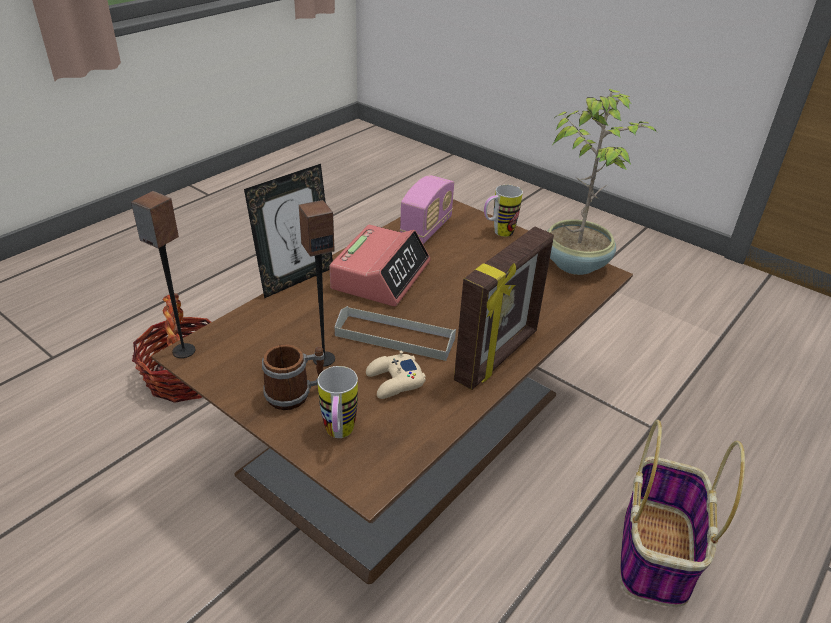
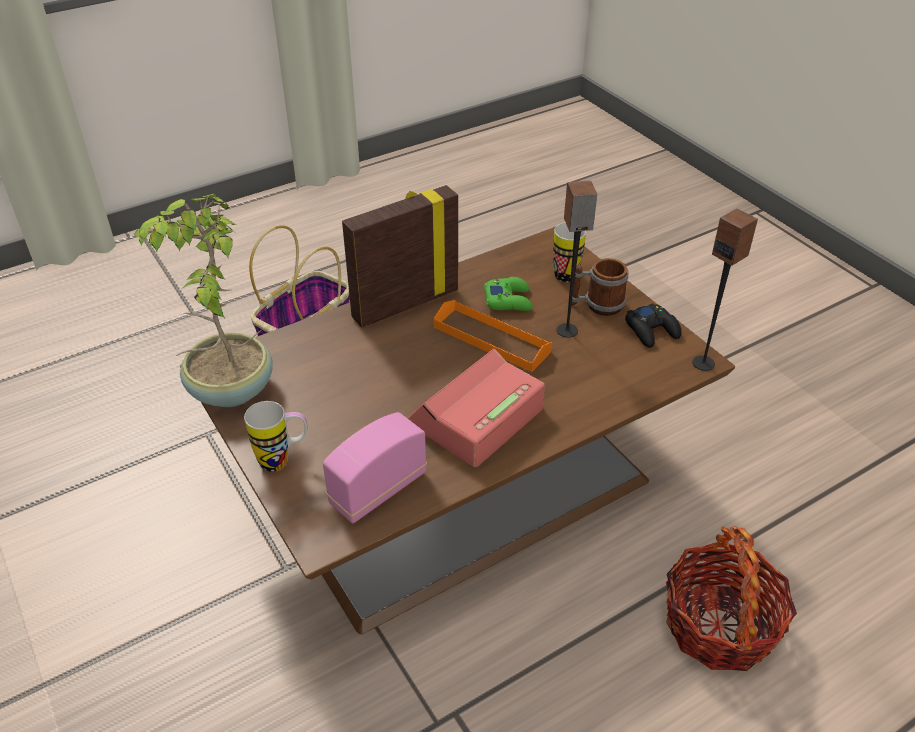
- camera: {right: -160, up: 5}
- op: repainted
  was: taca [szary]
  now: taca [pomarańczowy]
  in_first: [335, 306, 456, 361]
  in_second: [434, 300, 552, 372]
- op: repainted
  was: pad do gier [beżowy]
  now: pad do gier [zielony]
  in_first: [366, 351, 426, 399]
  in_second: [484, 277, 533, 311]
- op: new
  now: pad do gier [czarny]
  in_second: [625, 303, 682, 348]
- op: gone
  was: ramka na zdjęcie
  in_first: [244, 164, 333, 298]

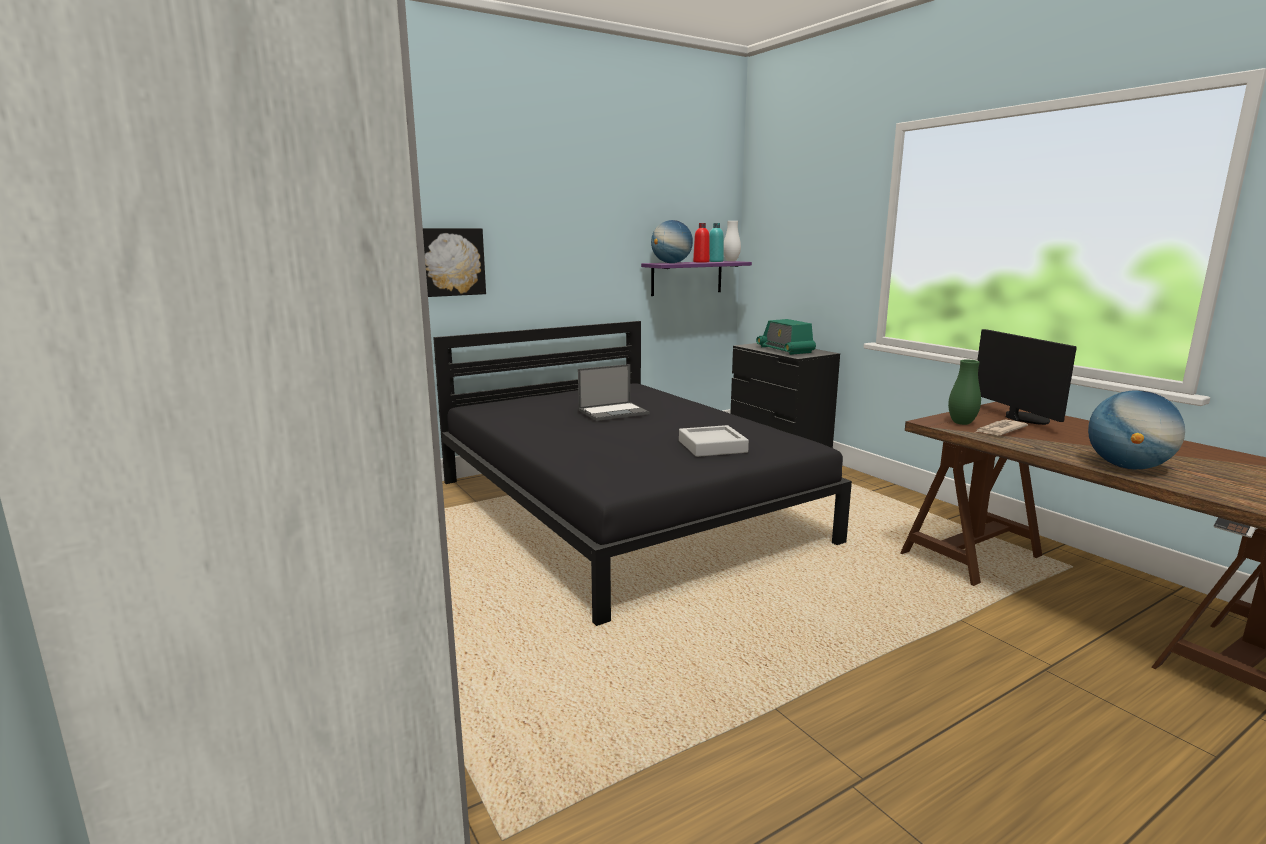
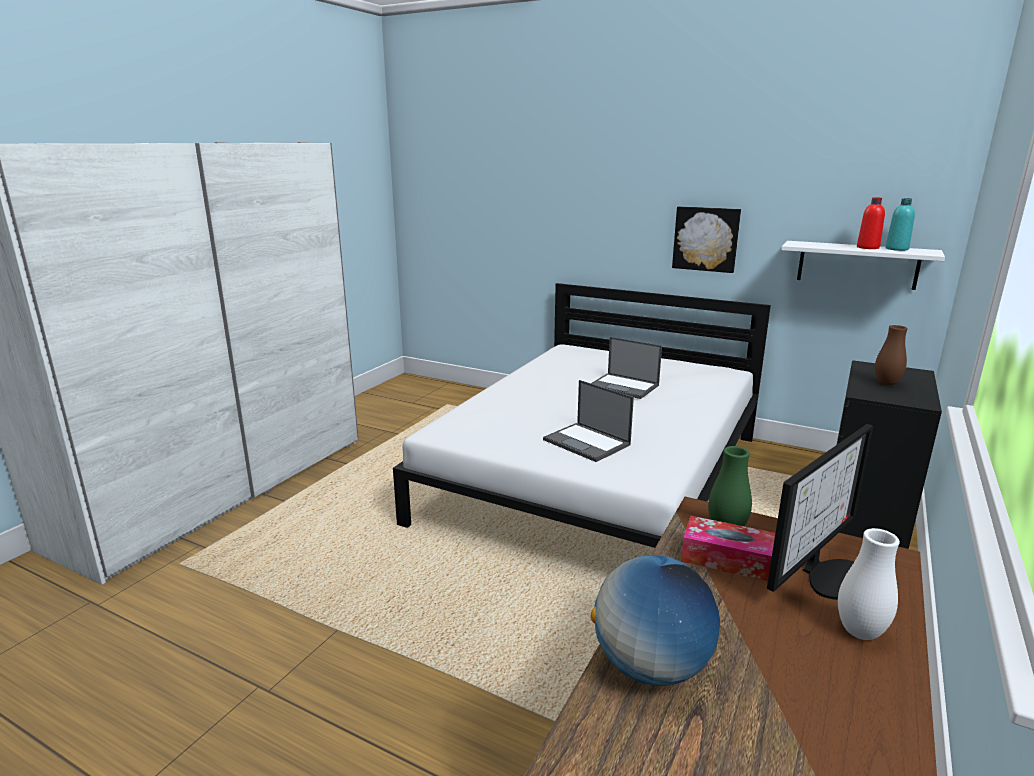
- camera: {right: 60, up: 5}
- op: repainted
  was: łóżko [czarny]
  now: łóżko [biały]
  in_first: [433, 321, 852, 626]
  in_second: [393, 283, 771, 548]
- op: swapped
  was: taca [szary]
  now: laptop
  in_first: [679, 425, 749, 457]
  in_second: [543, 380, 634, 462]
- op: shifted
  was: obraz
  in_first: [423, 228, 486, 297]
  in_second: [672, 206, 741, 273]
- op: swapped
  was: gazeta
  now: pudełko chusteczek
  in_first: [976, 420, 1028, 435]
  in_second: [681, 516, 775, 581]
- op: repainted
  was: półka [fioletowy]
  now: półka [biały]
  in_first: [641, 261, 752, 296]
  in_second: [781, 241, 945, 290]
- op: shifted
  was: wazon [biały]
  in_first: [724, 221, 741, 261]
  in_second: [838, 528, 900, 640]
- op: swapped
  was: radio
  now: wazon [brązowy]
  in_first: [756, 319, 816, 355]
  in_second: [875, 325, 908, 385]
- op: gone
  was: globus
  in_first: [651, 220, 693, 263]

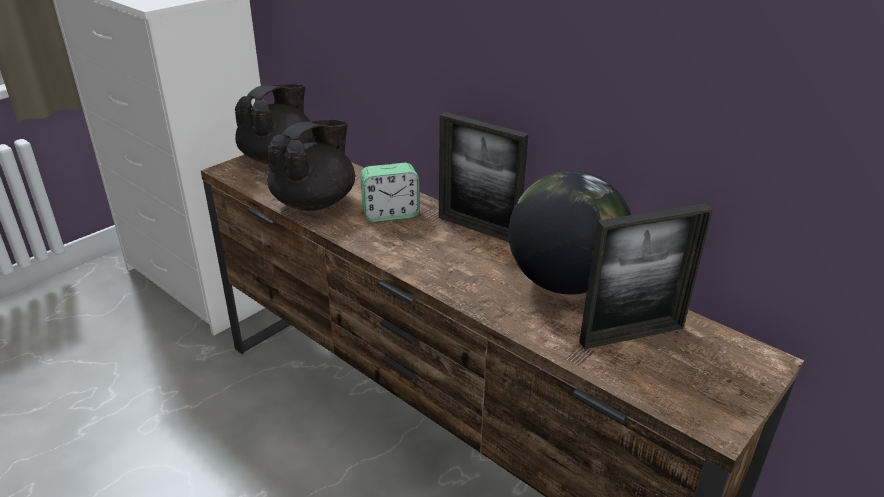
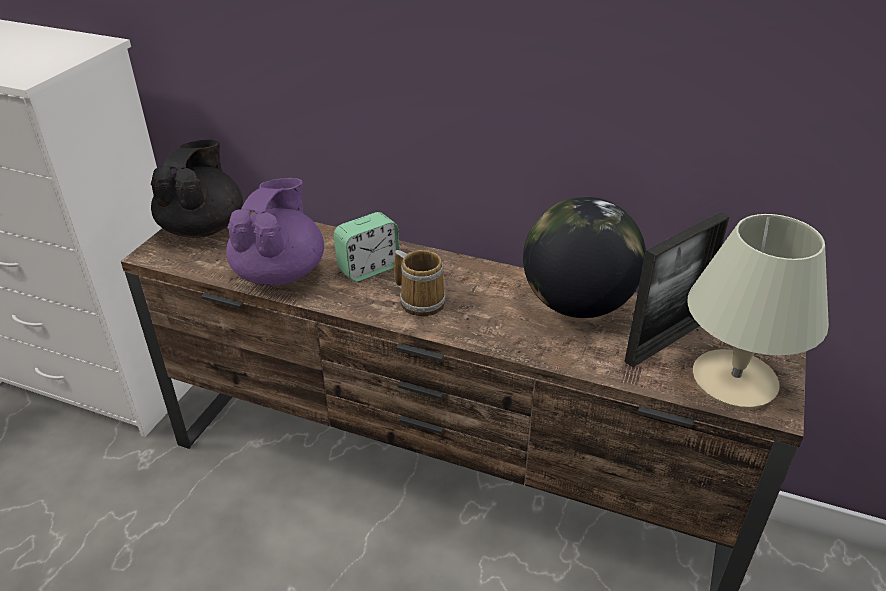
- camera: {right: -20, up: 5}
- op: repainted
  was: imbryk [czarny]
  now: imbryk [fioletowy]
  in_first: [267, 120, 355, 211]
  in_second: [226, 178, 324, 286]
- op: new
  now: kubek
  in_second: [394, 250, 446, 316]
- op: new
  now: lampa stołowa [beżowy]
  in_second: [687, 214, 829, 409]
- op: gone
  was: ramka na zdjęcie
  in_first: [439, 112, 529, 242]

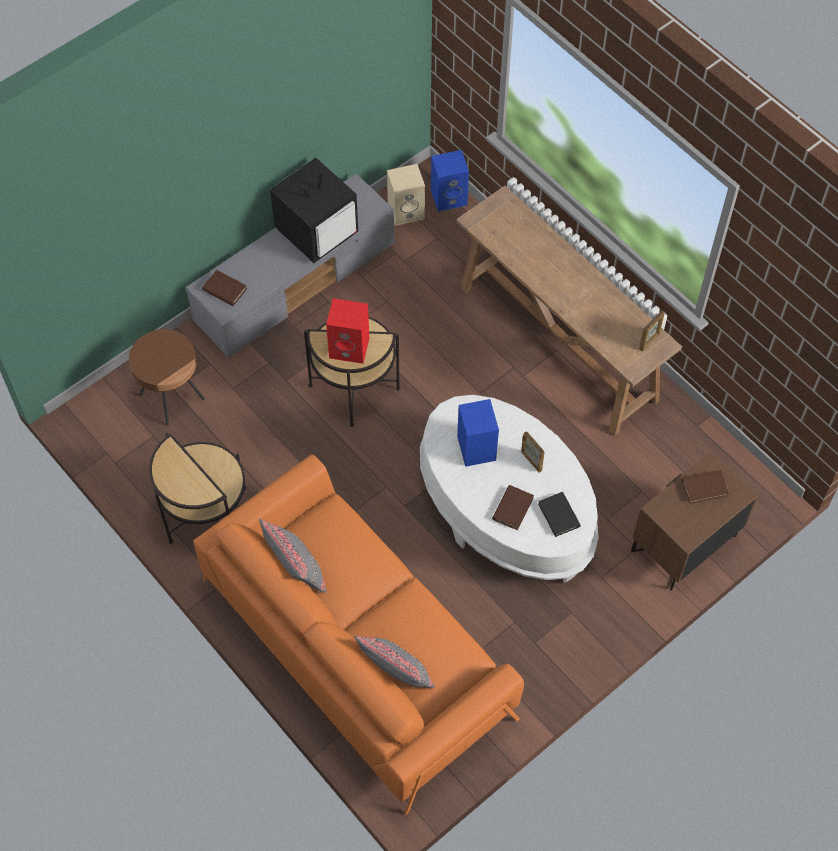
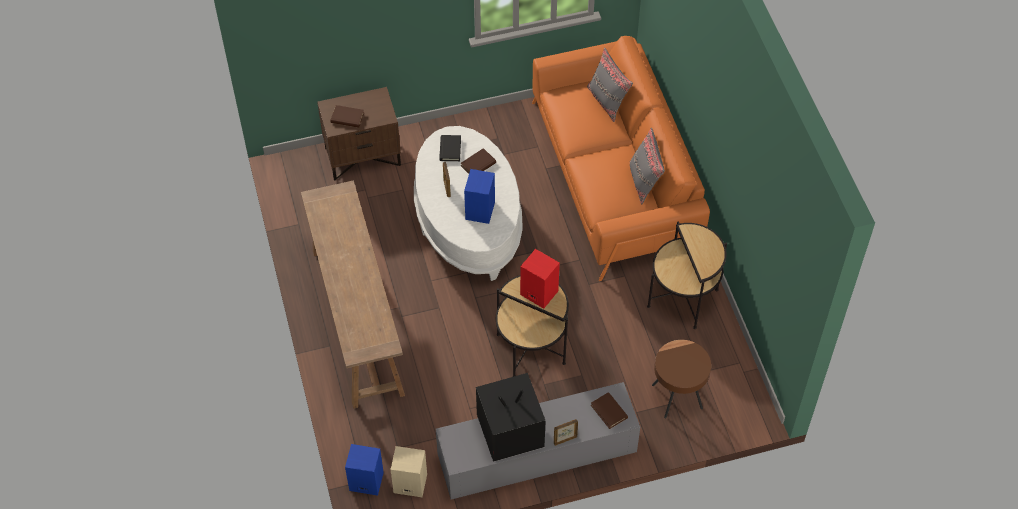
- camera: {right: -155, up: -5}
- op: shifted
  was: ramka na zdjęcie
  in_first: [639, 310, 665, 351]
  in_second: [554, 419, 578, 446]

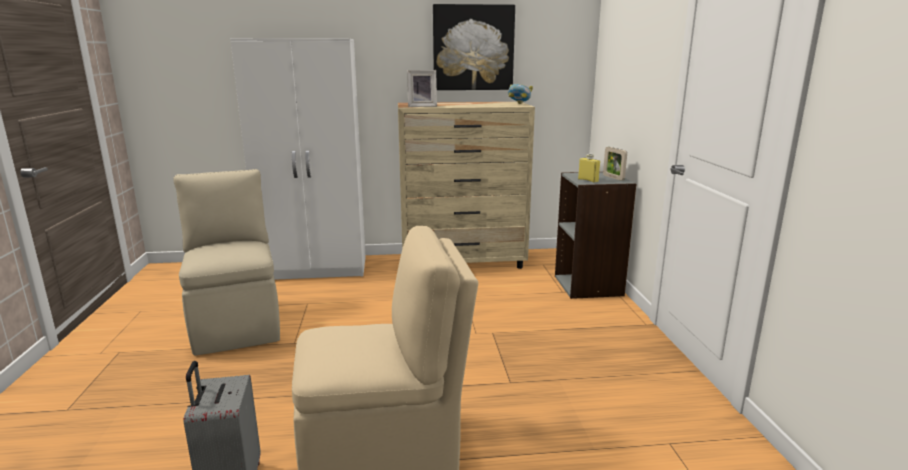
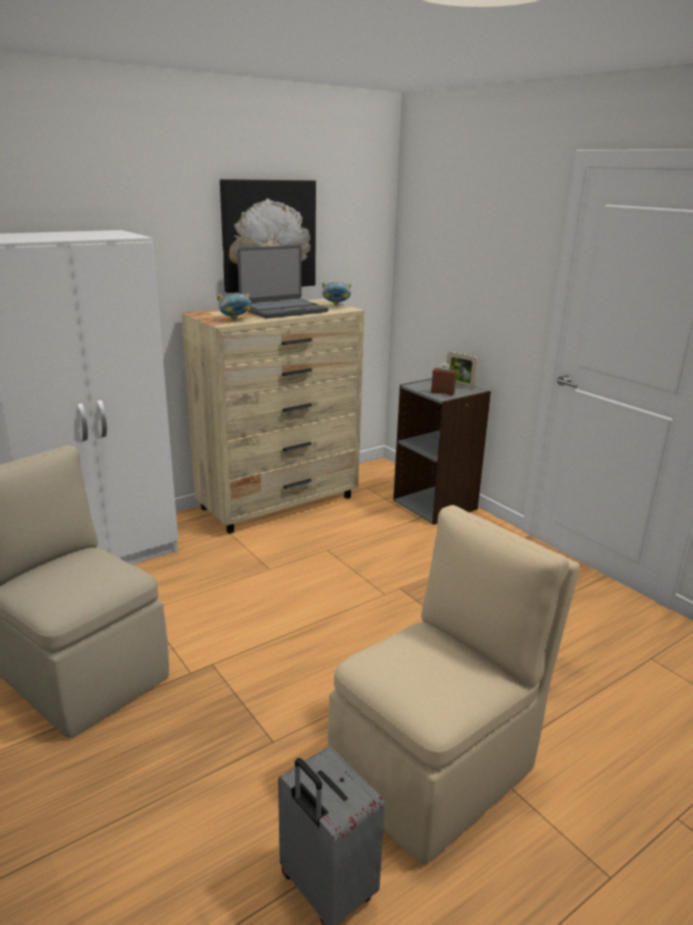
- camera: {right: -30, up: 5}
- op: swapped
  was: ramka na zdjęcie
  now: miska
  in_first: [407, 70, 437, 107]
  in_second: [217, 293, 251, 320]
- op: new
  now: laptop
  in_second: [237, 245, 329, 318]
- op: repainted
  was: butelka [żółty]
  now: butelka [brązowy]
  in_first: [578, 153, 600, 183]
  in_second: [431, 363, 456, 396]

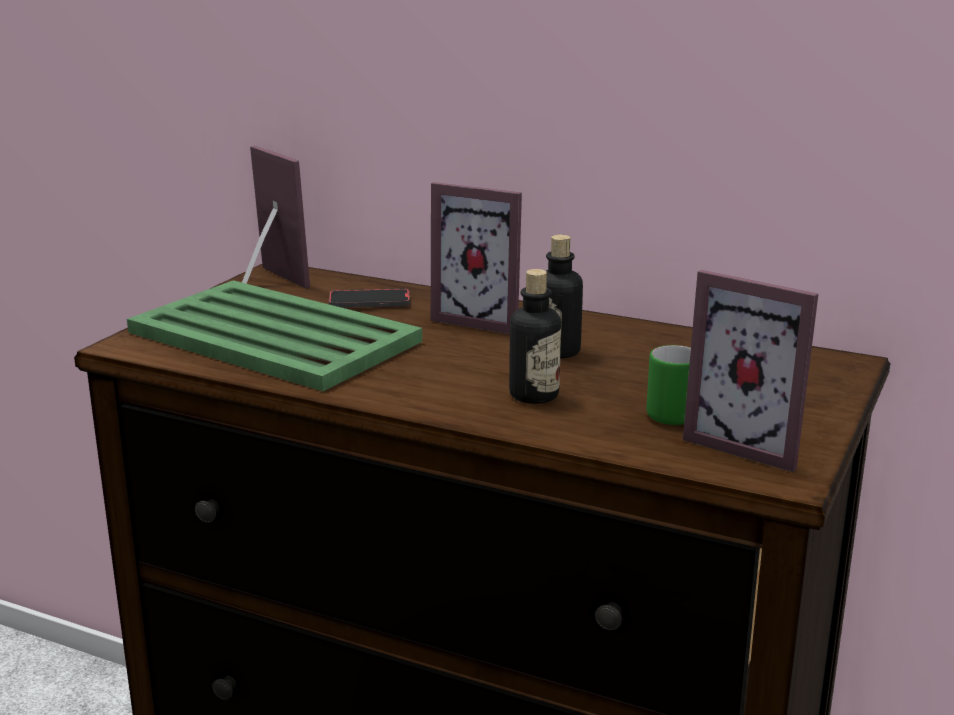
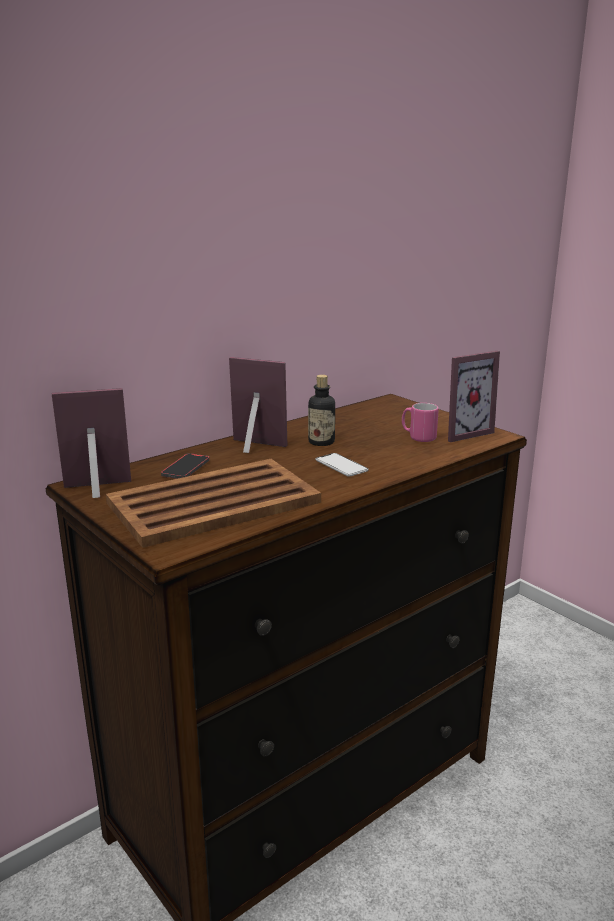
- camera: {right: -65, up: 0}
- op: repainted
  was: taca [zielony]
  now: taca [brązowy]
  in_first: [127, 280, 422, 391]
  in_second: [106, 459, 321, 548]
- op: rotated
  was: ramka na zdjęcie
  in_first: [431, 182, 522, 334]
  in_second: [229, 357, 287, 453]
  clockwise: -120
- op: new
  now: telefon
  in_second: [316, 453, 369, 477]
- op: repainted
  was: kubek [zielony]
  now: kubek [różowy]
  in_first: [646, 345, 691, 425]
  in_second: [402, 403, 439, 442]
- op: gone
  was: butelka
  in_first: [509, 269, 561, 404]

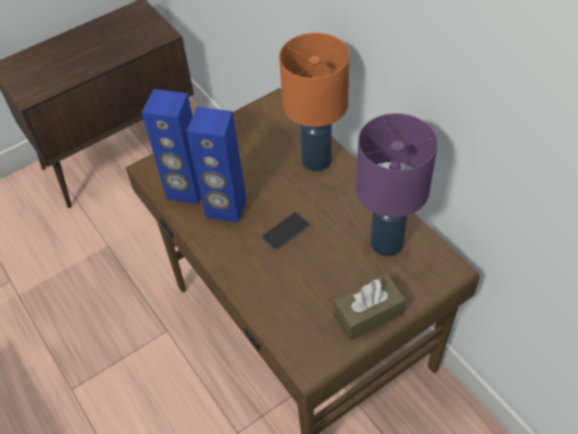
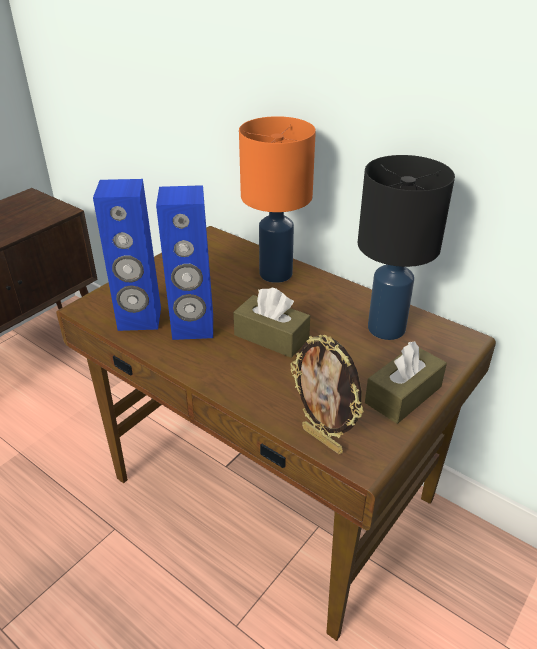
- camera: {right: -20, up: -15}
- op: swapped
  was: telefon
  now: pudełko chusteczek [brązowy]
  in_first: [262, 212, 310, 250]
  in_second: [233, 287, 310, 358]
- op: new
  now: ramka na zdjęcie
  in_second: [290, 335, 364, 454]
- op: repainted
  was: lampa stołowa [fioletowy]
  now: lampa stołowa [czarny]
  in_first: [356, 113, 438, 256]
  in_second: [358, 155, 455, 340]

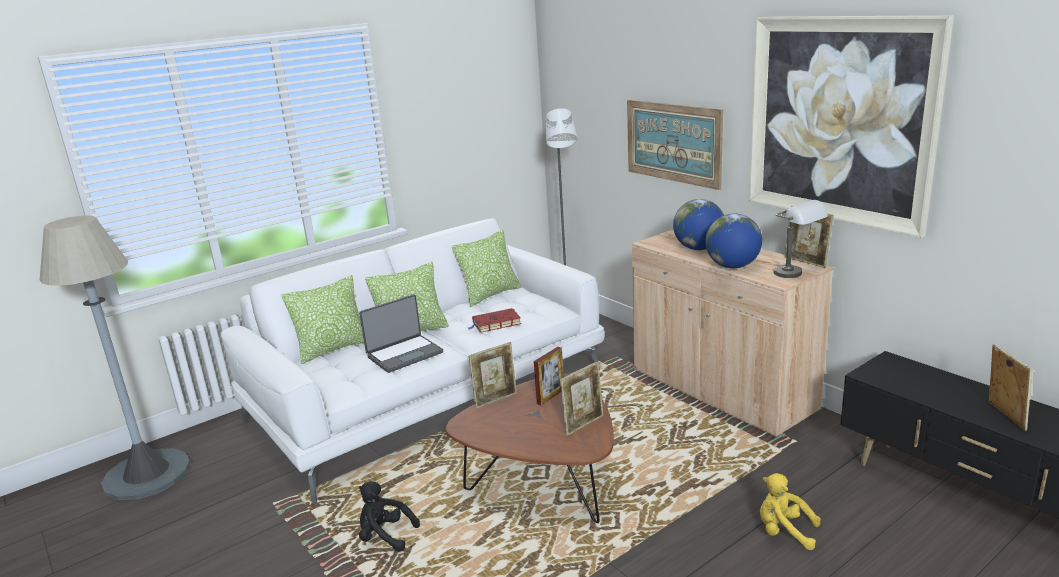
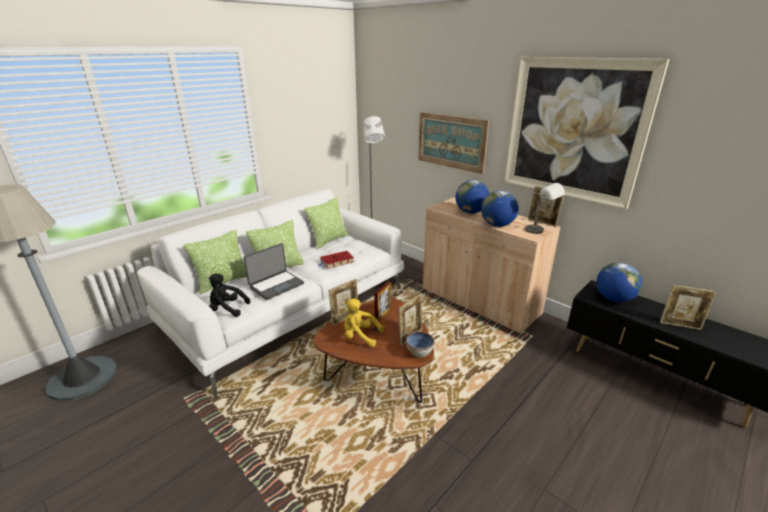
- camera: {right: -10, up: 5}
- op: shifted
  was: pluszak [czarny]
  in_first: [359, 481, 420, 552]
  in_second: [209, 273, 250, 317]
- op: shifted
  was: pluszak [żółty]
  in_first: [760, 473, 821, 550]
  in_second: [344, 299, 384, 347]
- op: new
  now: miska
  in_second: [406, 332, 435, 358]
- op: new
  now: globus
  in_second: [597, 263, 642, 303]
- op: rotated
  was: ramka na zdjęcie
  in_first: [989, 344, 1032, 431]
  in_second: [660, 285, 716, 330]
  clockwise: 120

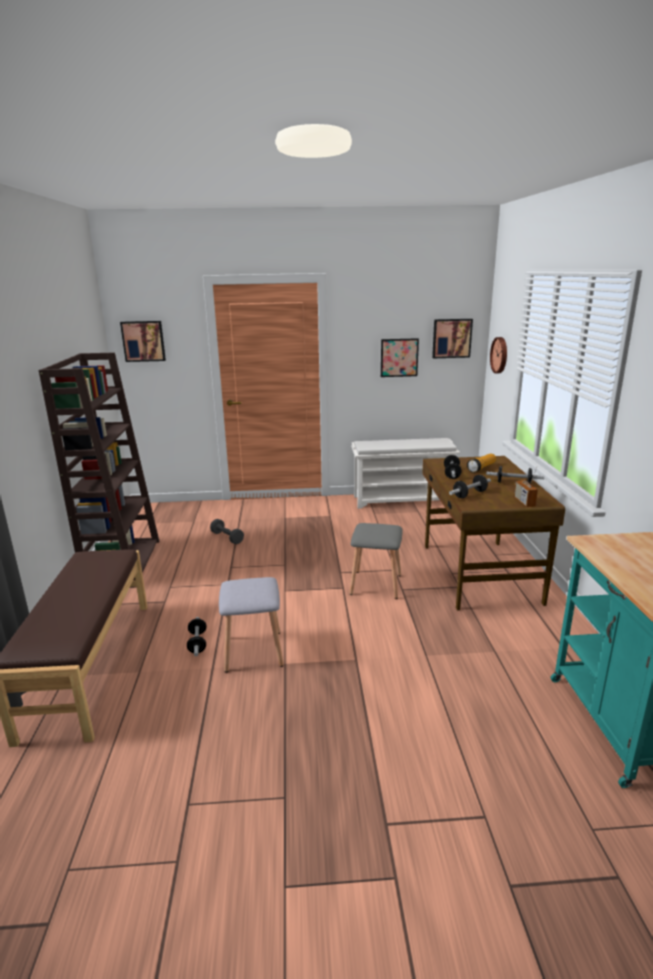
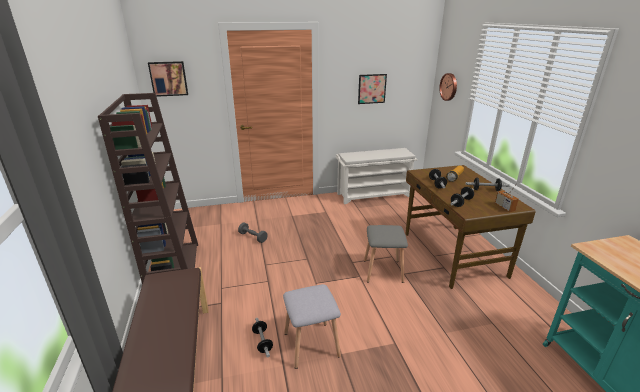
- camera: {right: -10, up: 5}
- op: gone
  was: obraz
  in_first: [432, 319, 473, 358]

